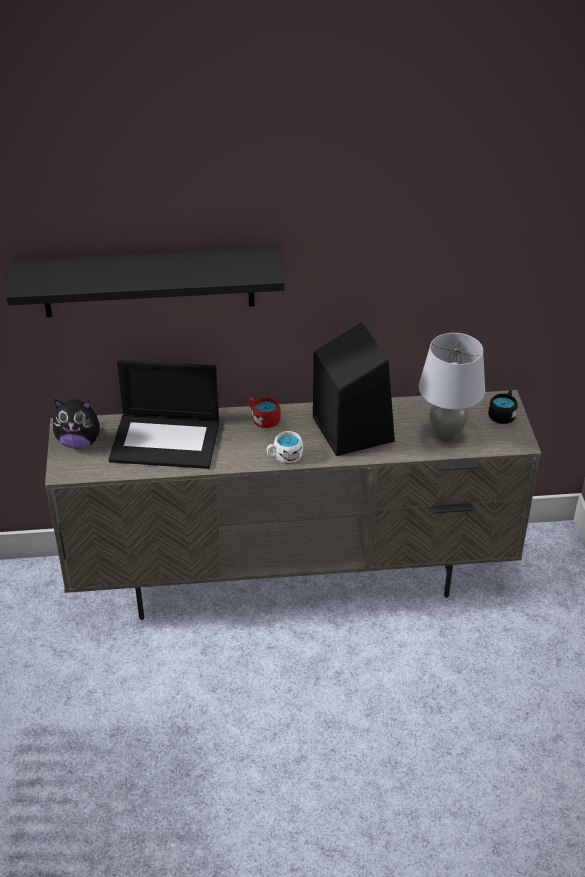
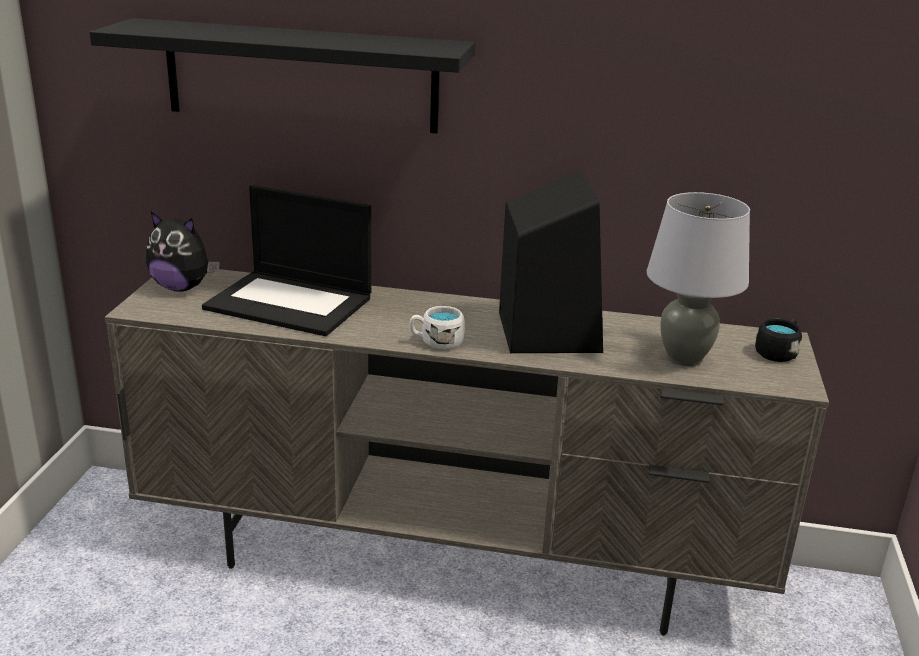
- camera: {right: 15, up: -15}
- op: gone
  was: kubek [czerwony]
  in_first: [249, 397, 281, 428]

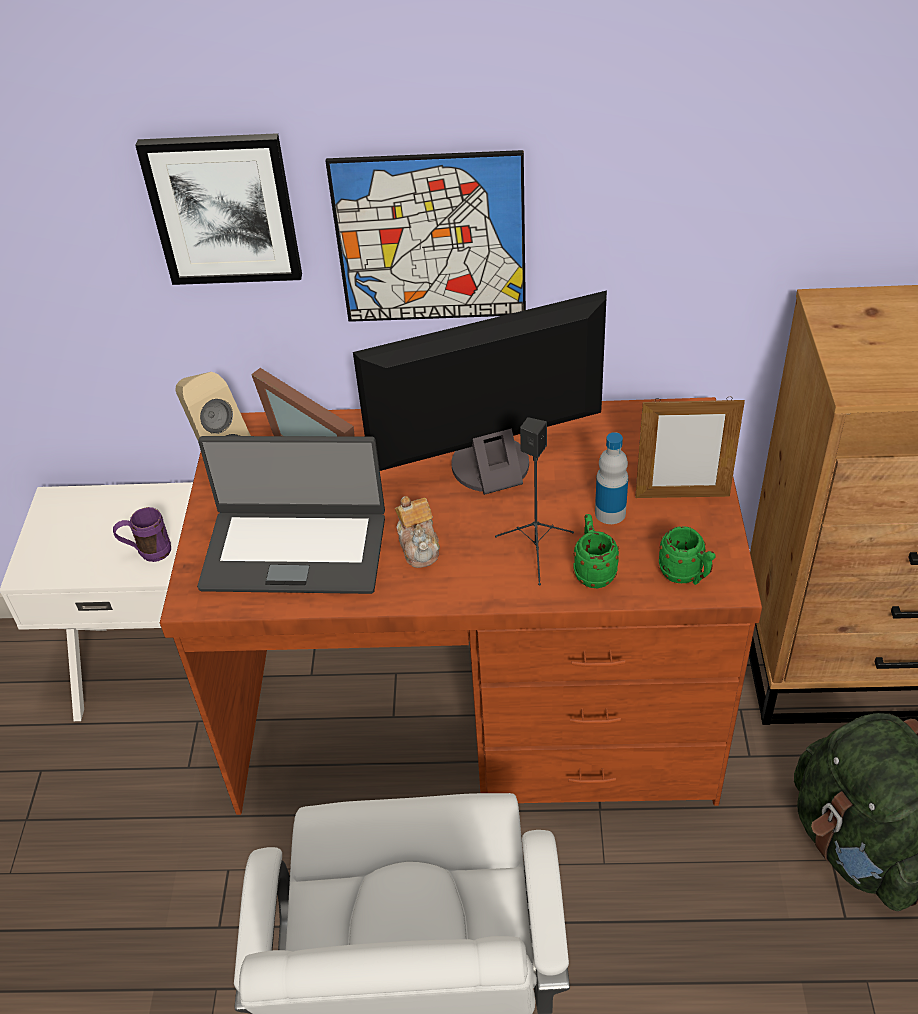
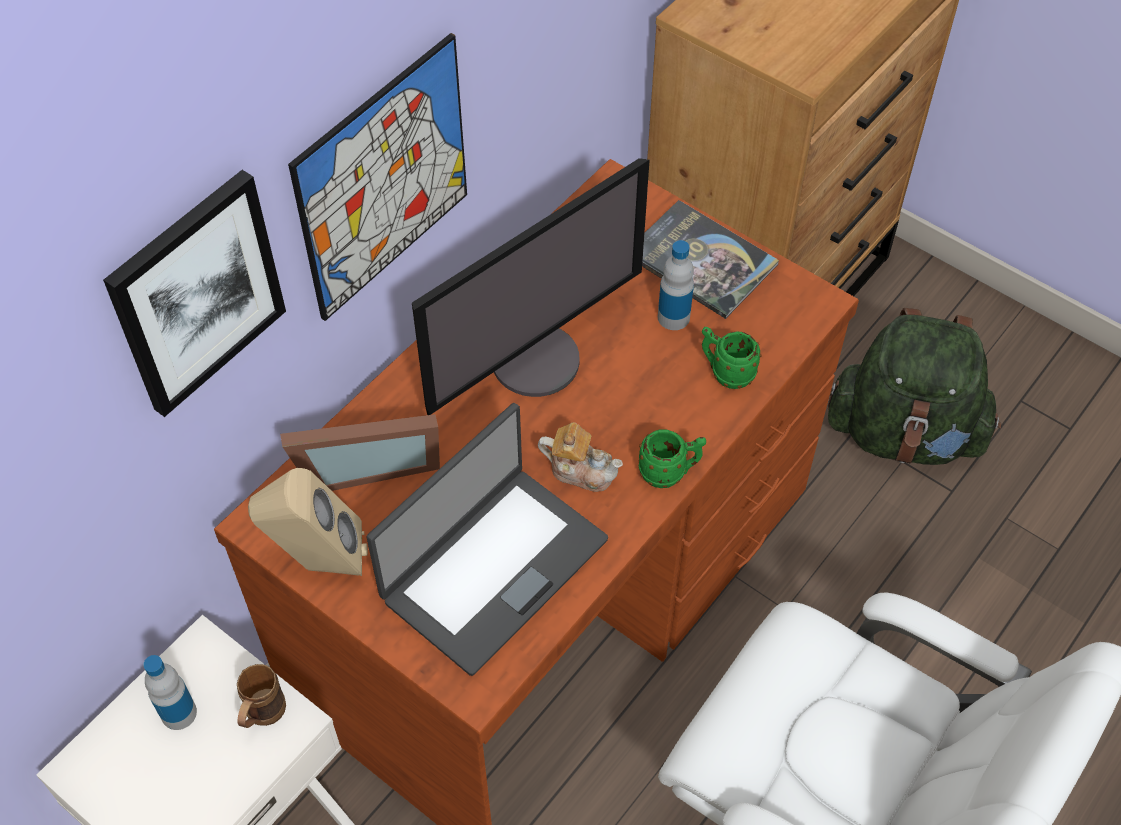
- camera: {right: -55, up: 10}
- op: new
  now: butelka
  in_second: [143, 655, 197, 730]
- op: repainted
  was: kubek [fioletowy]
  now: kubek [brązowy]
  in_first: [113, 507, 171, 562]
  in_second: [237, 664, 286, 728]
- op: rotated
  was: monitor
  in_first: [353, 290, 607, 495]
  in_second: [412, 158, 650, 415]
  clockwise: -150
- op: shifted
  was: kubek [zielony]
  in_first: [658, 526, 716, 585]
  in_second: [639, 429, 706, 488]
- op: swapped
  was: ramka na zdjęcie
  now: książka
  in_first: [635, 396, 745, 498]
  in_second: [642, 200, 779, 319]
- op: gone
  was: głośnik [czarny]
  in_first: [495, 417, 574, 585]

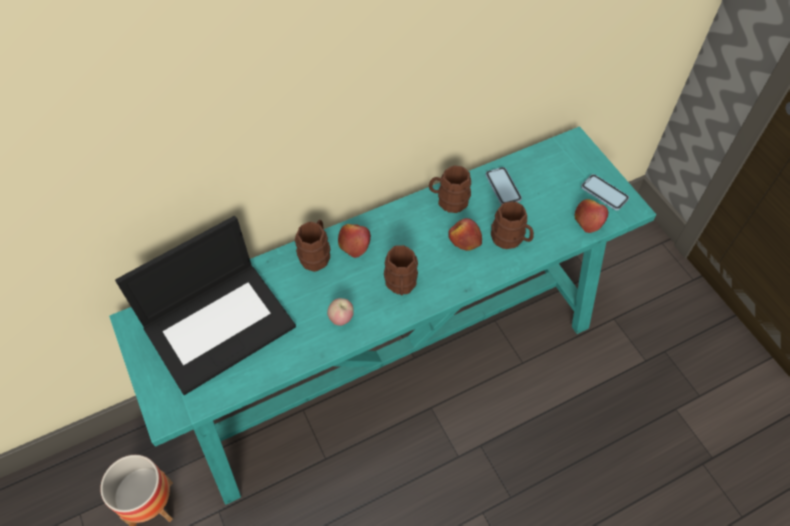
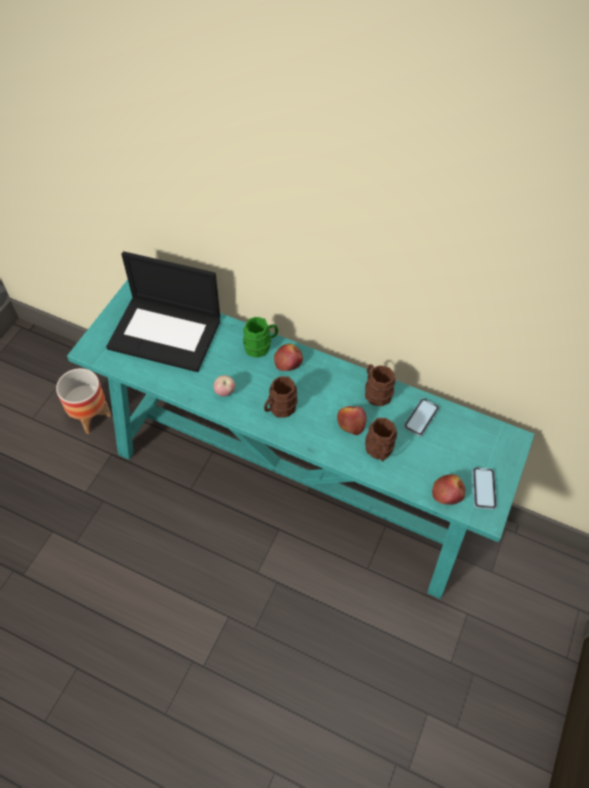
- camera: {right: 50, up: 0}
- op: repainted
  was: kubek [brązowy]
  now: kubek [zielony]
  in_first: [295, 220, 330, 272]
  in_second: [243, 317, 278, 358]

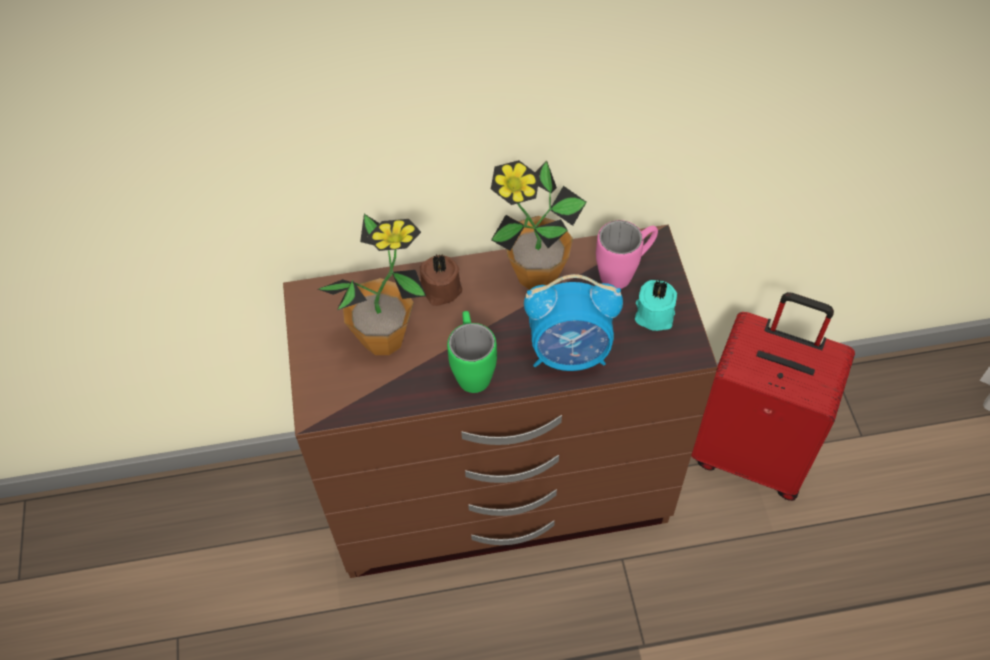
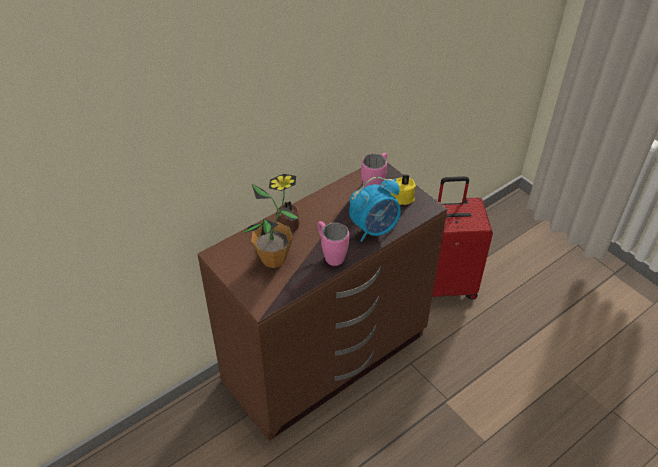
- camera: {right: -30, up: -10}
- op: repainted
  was: kubek [zielony]
  now: kubek [różowy]
  in_first: [447, 311, 497, 393]
  in_second: [318, 221, 349, 266]
- op: repainted
  was: świeca [turkusowy]
  now: świeca [żółty]
  in_first: [635, 280, 677, 331]
  in_second: [391, 174, 416, 205]
- op: gone
  was: roślina doniczkowa
  in_first: [491, 160, 587, 290]

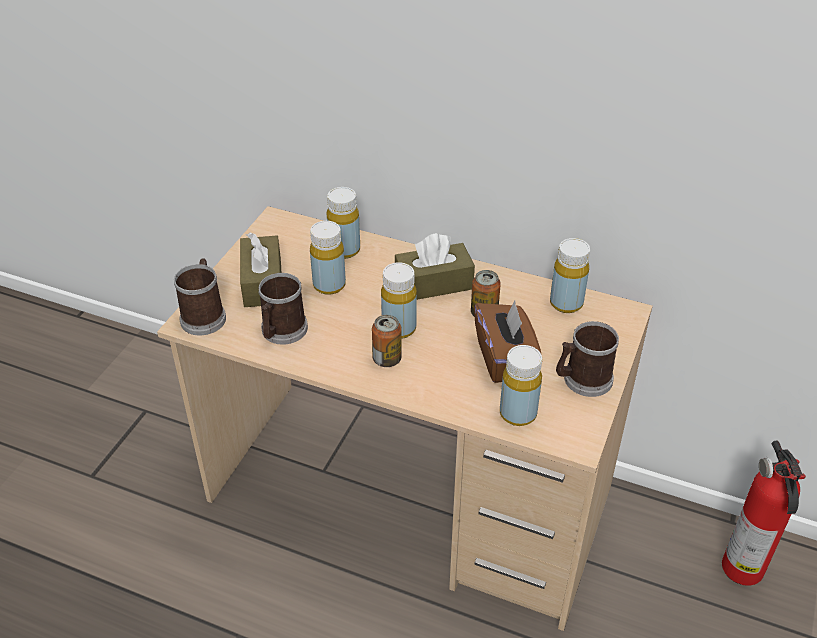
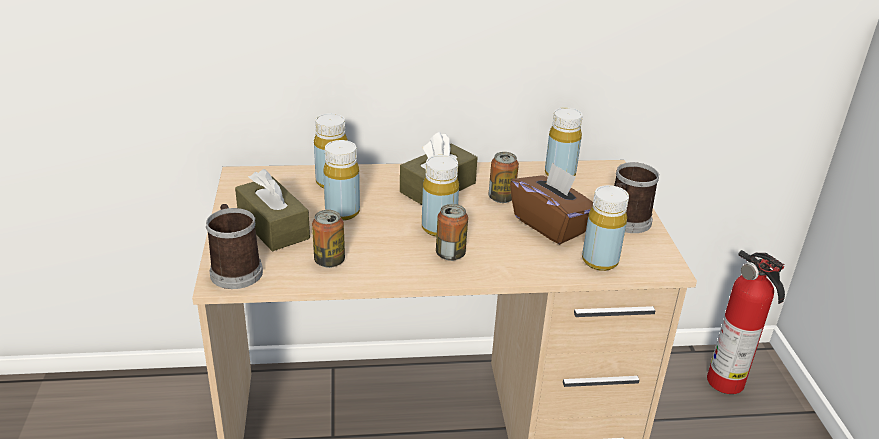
- camera: {right: -30, up: -10}
- op: swapped
  was: kubek
  now: puszka
  in_first: [258, 273, 308, 345]
  in_second: [312, 210, 345, 268]

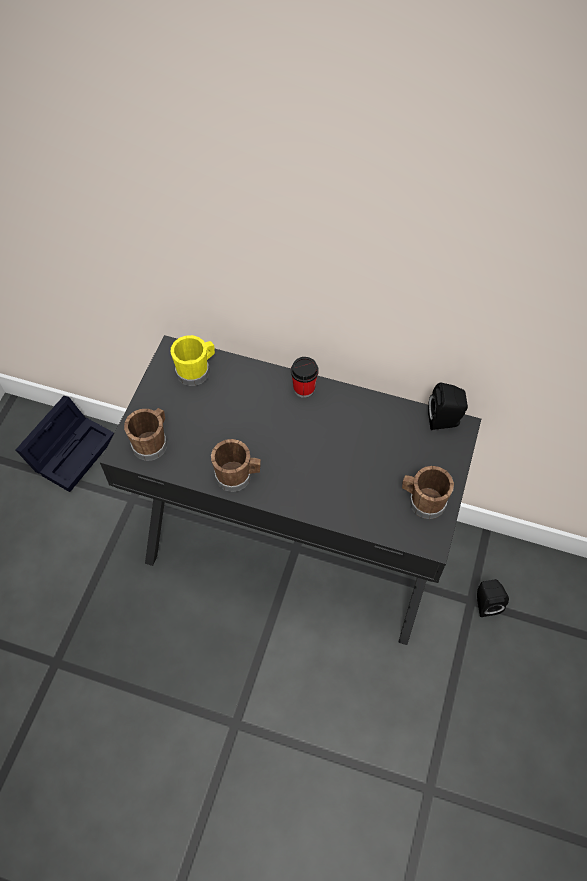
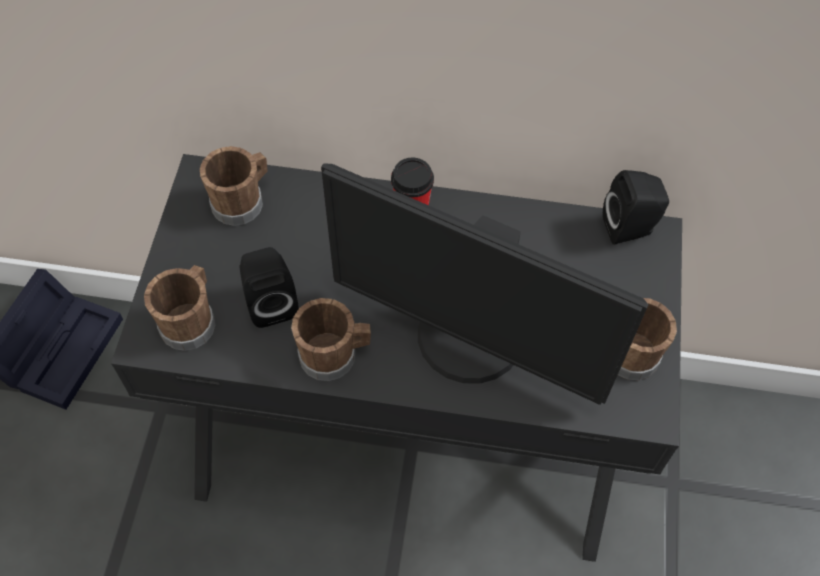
- camera: {right: -10, up: 0}
- op: repainted
  was: kubek [żółty]
  now: kubek [brązowy]
  in_first: [171, 335, 215, 386]
  in_second: [200, 146, 268, 226]
- op: shifted
  was: głośnik [czarny]
  in_first: [477, 579, 509, 617]
  in_second: [239, 247, 298, 328]
- op: new
  now: monitor
  in_second: [321, 164, 648, 405]

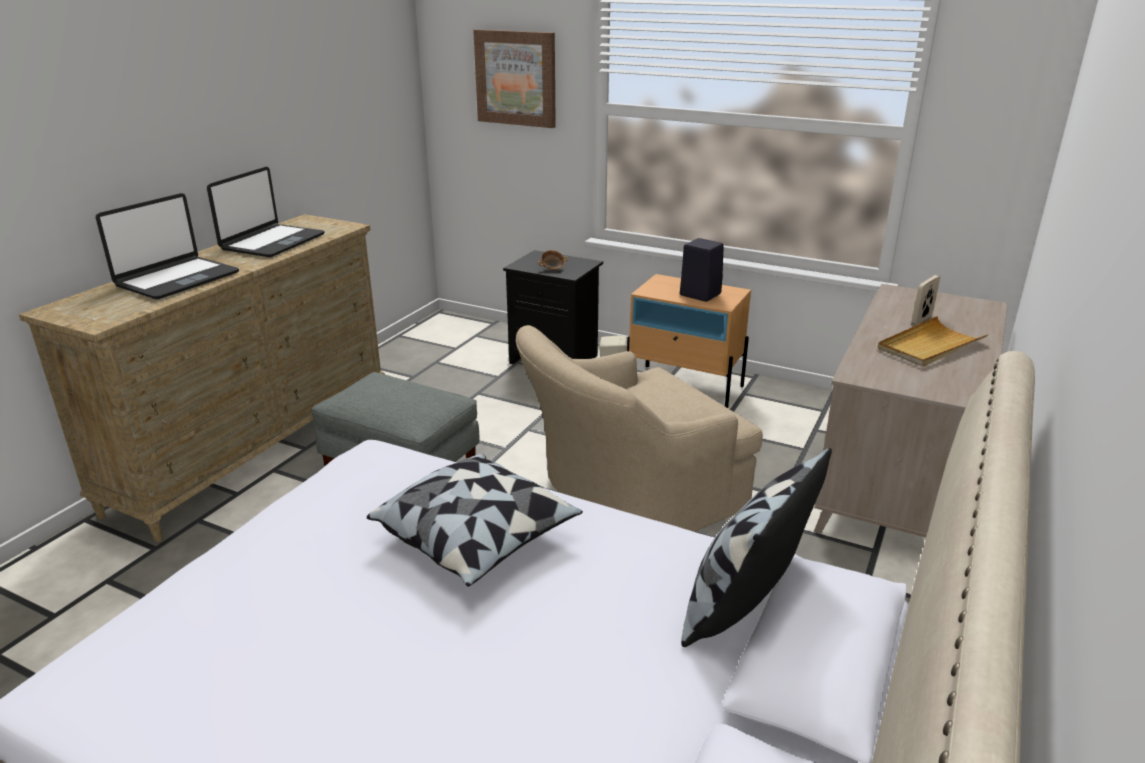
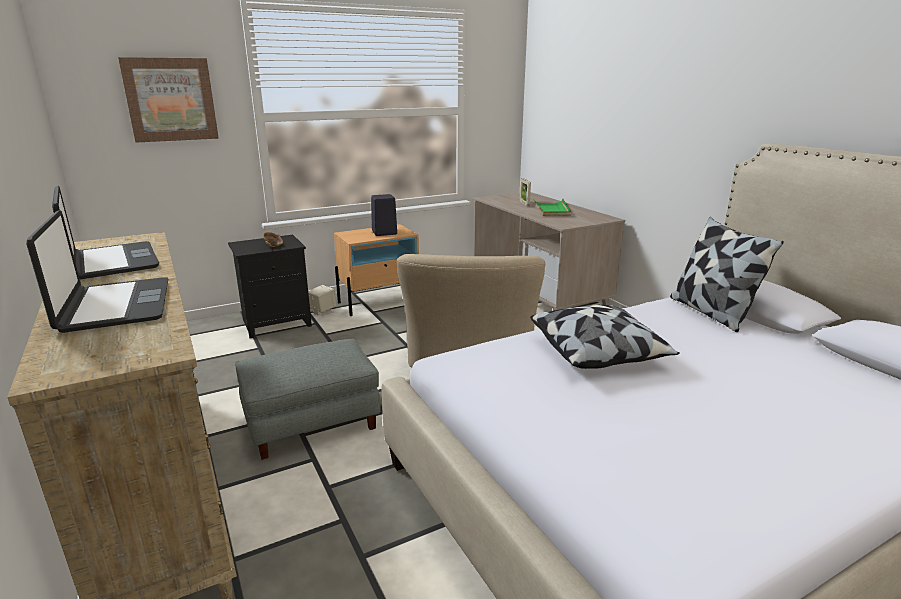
- camera: {right: -55, up: -5}
- op: repainted
  was: taca [beżowy]
  now: taca [zielony]
  in_first: [878, 316, 989, 367]
  in_second: [533, 199, 572, 216]

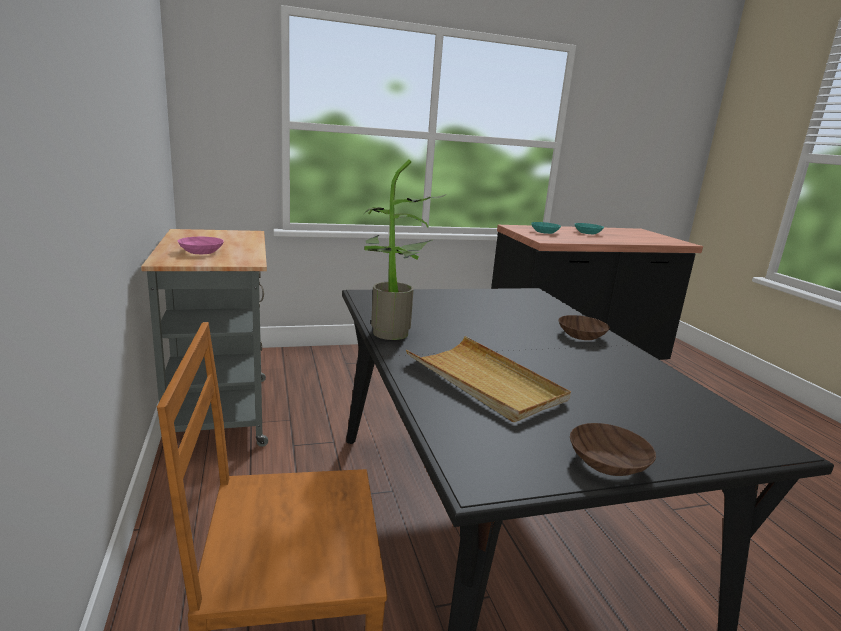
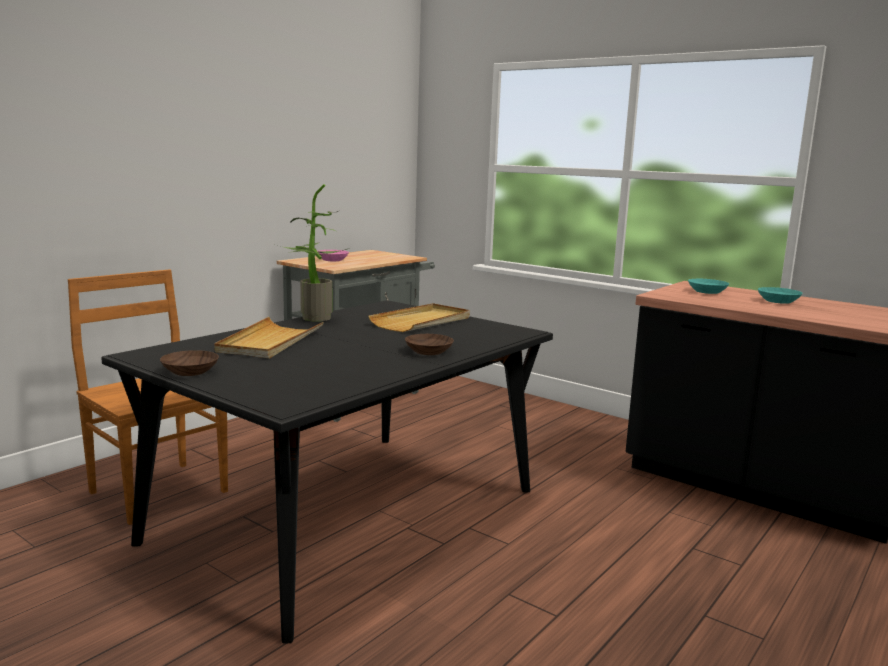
- camera: {right: 55, up: -5}
- op: new
  now: taca [beżowy]
  in_second: [368, 303, 470, 332]

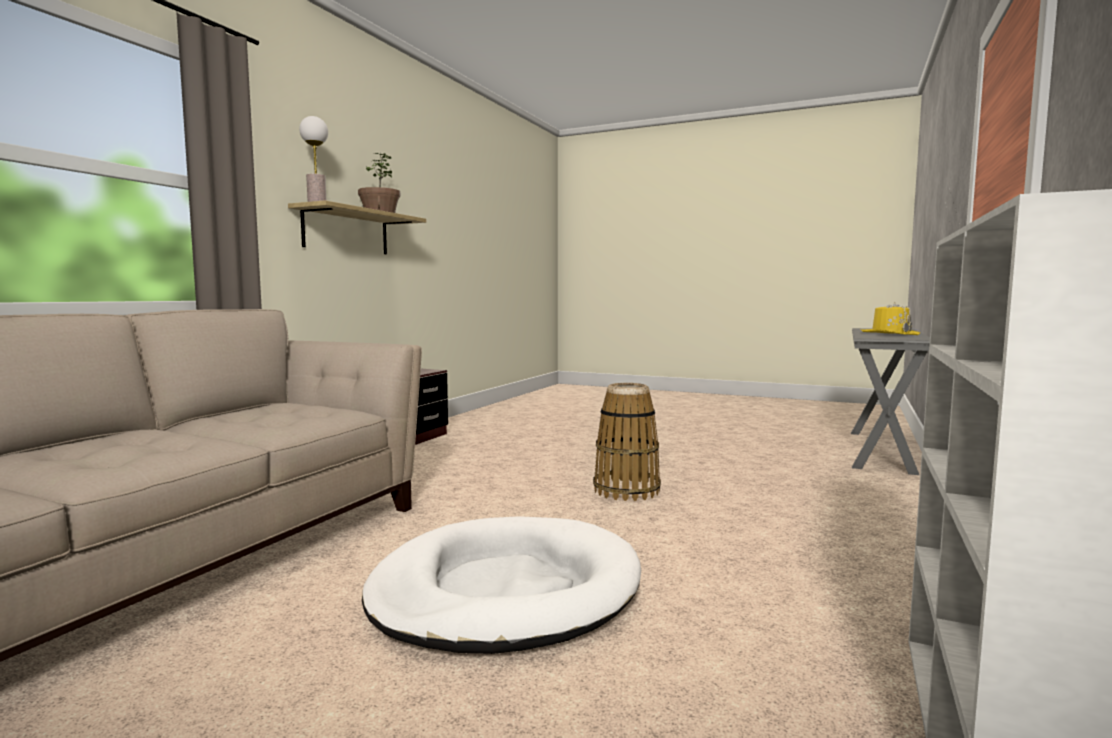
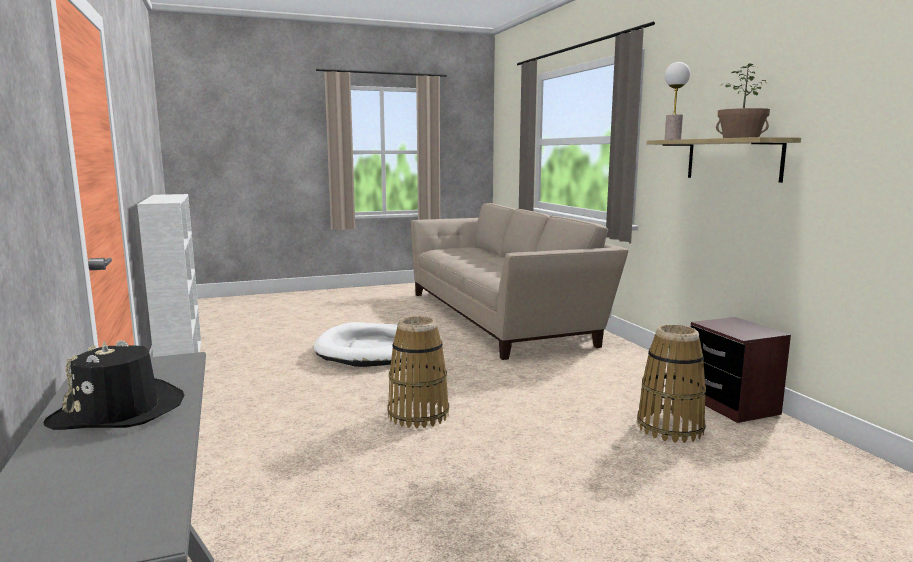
- camera: {right: 135, up: 5}
- op: repainted
  was: kapelusz [żółty]
  now: kapelusz [czarny]
  in_first: [861, 302, 920, 335]
  in_second: [43, 340, 185, 430]
- op: new
  now: koszyk
  in_second: [637, 325, 706, 443]

